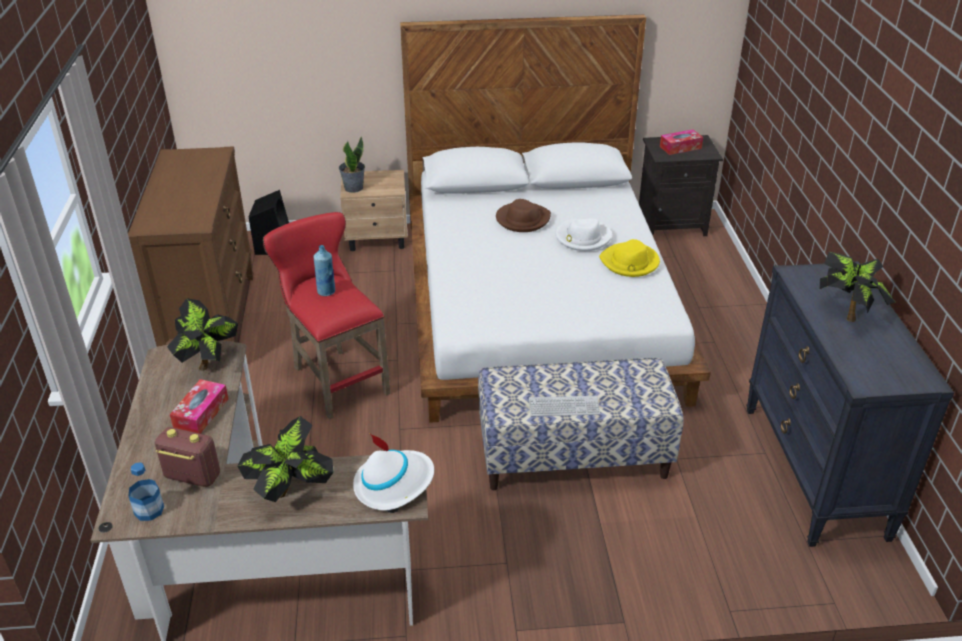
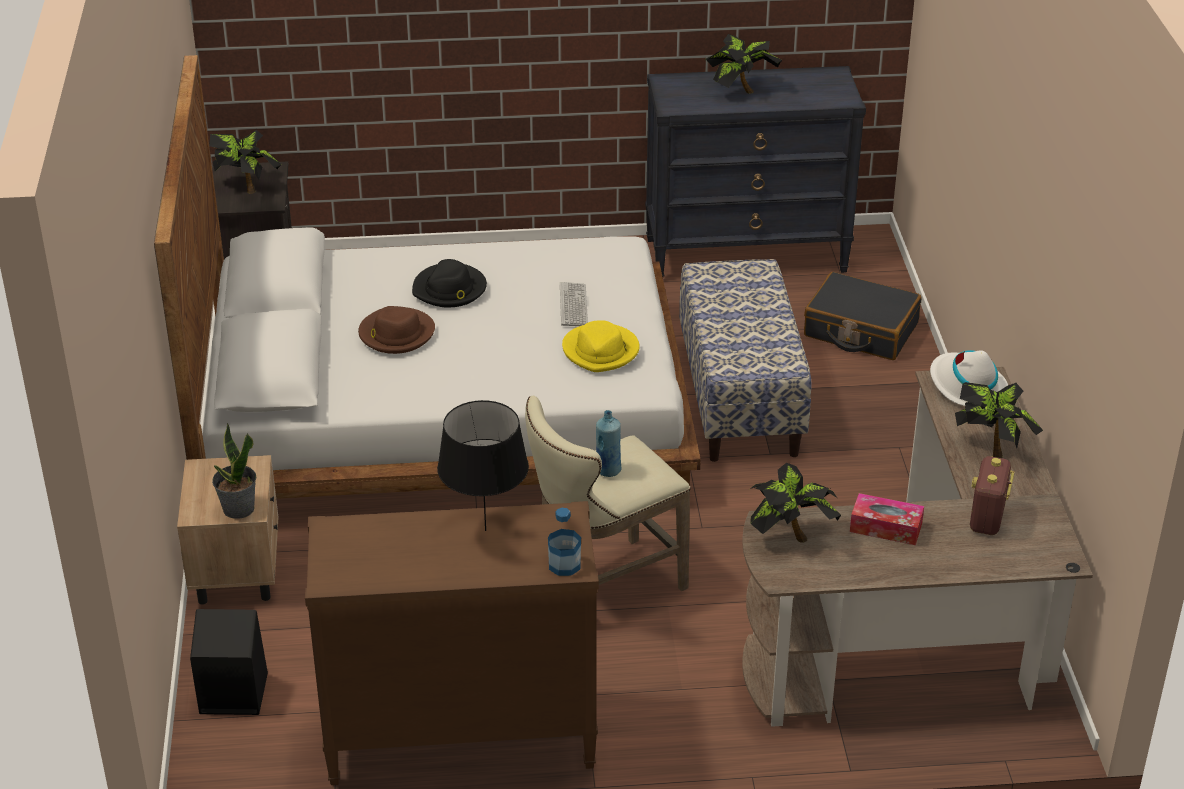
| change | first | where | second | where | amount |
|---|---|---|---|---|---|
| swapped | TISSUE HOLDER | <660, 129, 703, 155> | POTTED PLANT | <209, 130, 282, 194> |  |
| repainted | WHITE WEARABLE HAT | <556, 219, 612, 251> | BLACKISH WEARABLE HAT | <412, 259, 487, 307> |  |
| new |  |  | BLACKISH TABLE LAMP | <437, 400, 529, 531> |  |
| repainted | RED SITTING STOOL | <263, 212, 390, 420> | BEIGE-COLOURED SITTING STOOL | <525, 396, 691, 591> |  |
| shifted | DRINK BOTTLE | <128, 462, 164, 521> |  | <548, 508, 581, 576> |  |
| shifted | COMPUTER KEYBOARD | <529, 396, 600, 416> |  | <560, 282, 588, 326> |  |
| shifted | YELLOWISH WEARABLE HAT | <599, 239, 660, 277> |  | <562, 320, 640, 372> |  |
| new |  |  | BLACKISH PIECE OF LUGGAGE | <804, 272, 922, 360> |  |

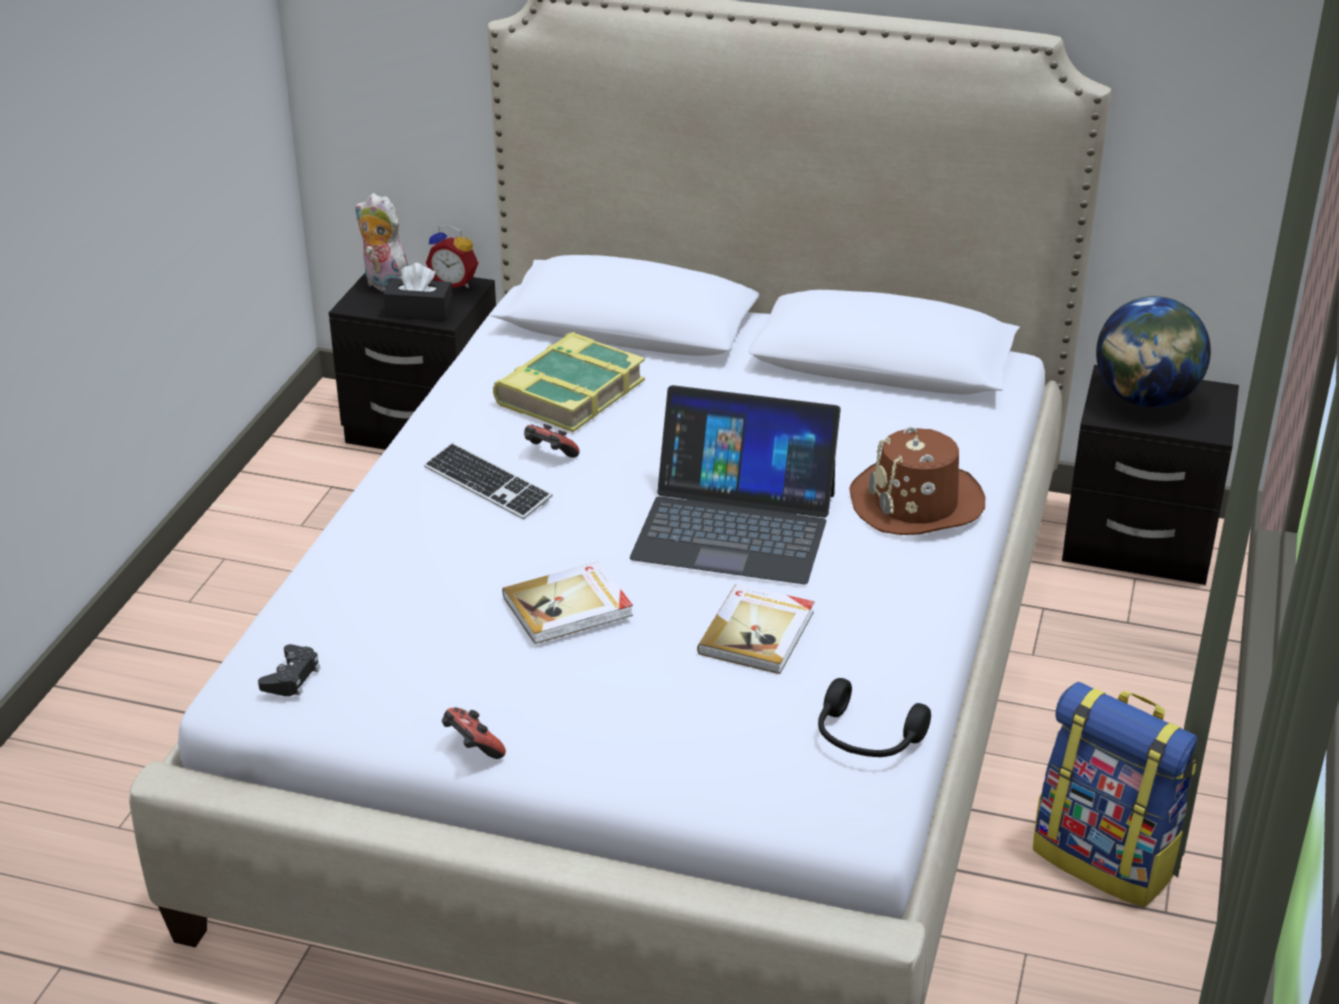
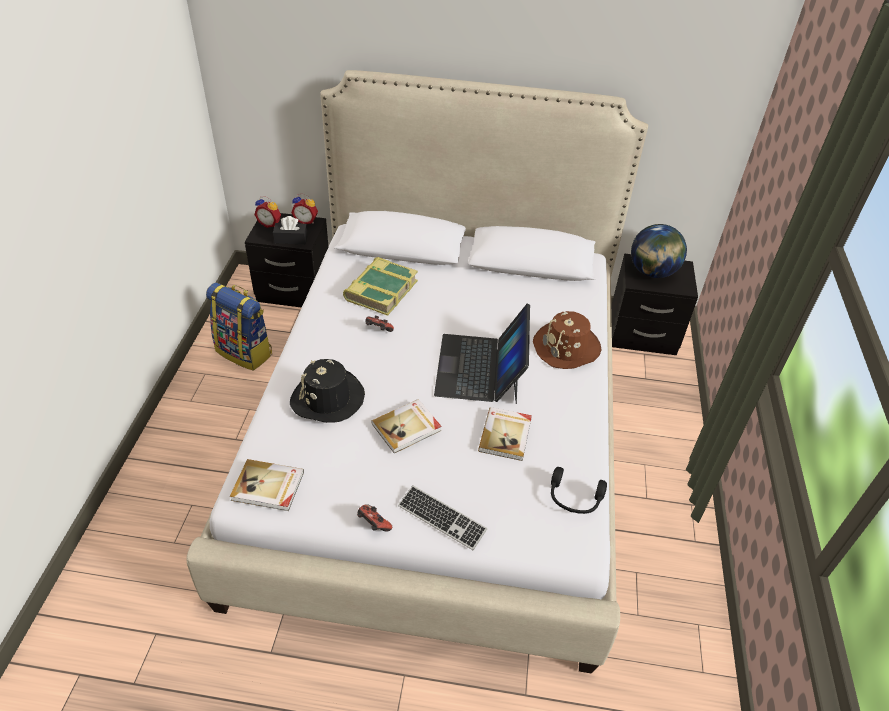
| change | first | where | second | where | amount |
|---|---|---|---|---|---|
| shifted | BACKPACK | <1033, 682, 1197, 908> |  | <206, 282, 272, 371> |  |
| swapped | BLACKISH GAME CONTROLLER | <258, 644, 320, 696> | BOUND BOOK | <230, 459, 304, 511> |  |
| swapped | PLUSH TOY | <355, 193, 408, 292> | TABLE CLOCK | <254, 196, 281, 228> |  |
| new |  |  | BLACKISH WEARABLE HAT | <290, 359, 365, 423> |  |
| shifted | COMPUTER KEYBOARD | <424, 443, 553, 520> |  | <398, 485, 487, 550> |  |
| rotated | LAPTOP | <630, 385, 841, 584> |  | <434, 304, 530, 404> | 90 degrees clockwise |

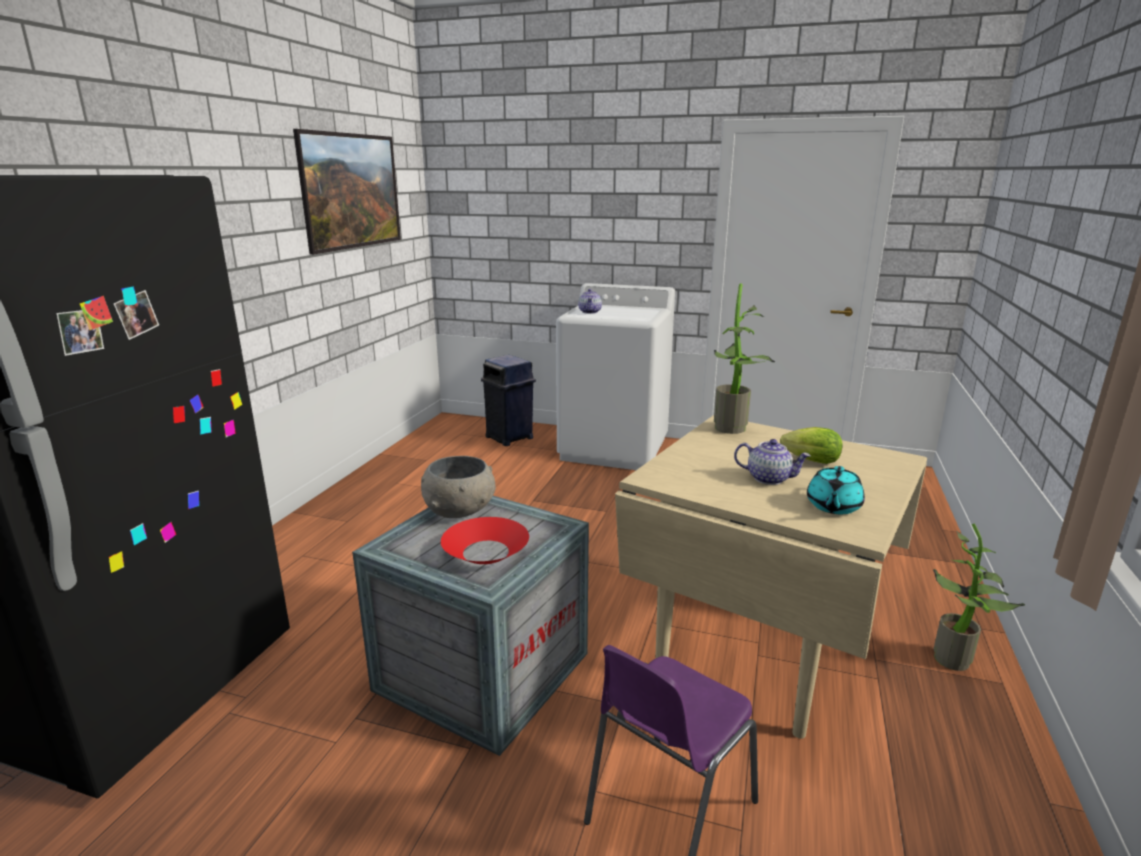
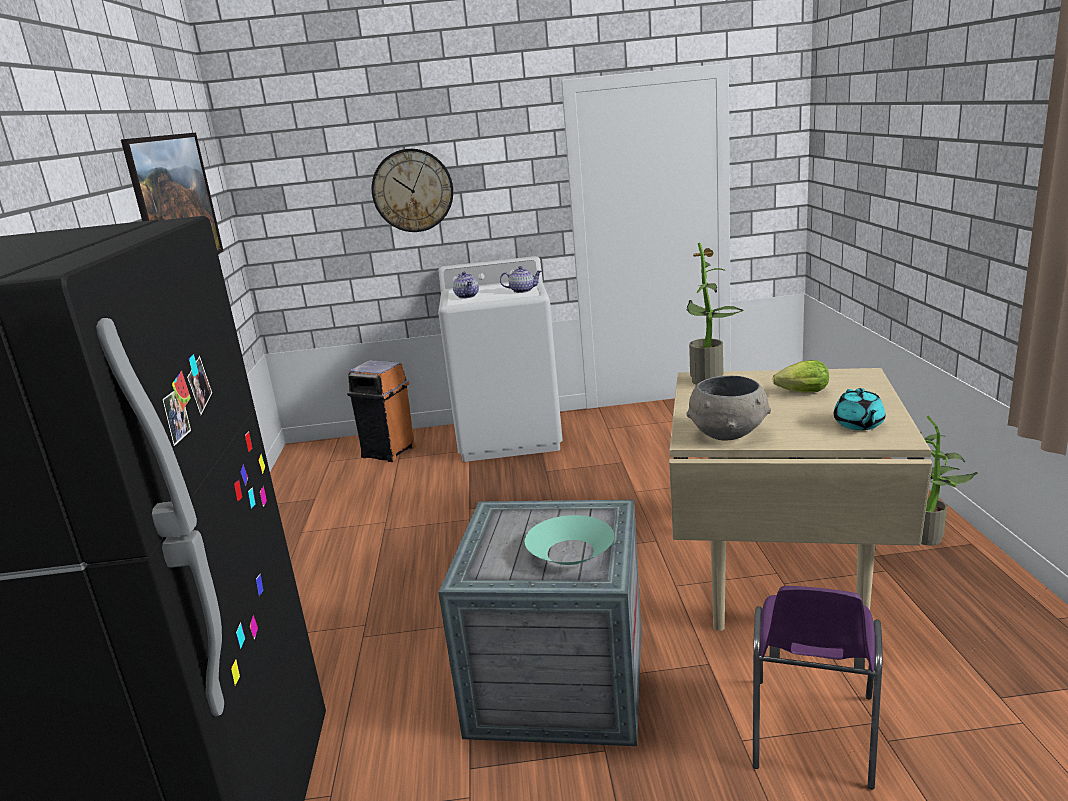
| change | first | where | second | where | amount |
|---|---|---|---|---|---|
| repainted | BLUE TRASH CAN | <481, 355, 536, 446> | ORANGE TRASH CAN | <347, 360, 415, 462> |  |
| new |  |  | HANGING CLOCK | <372, 149, 453, 232> |  |
| shifted | POT FOR TEA | <734, 439, 811, 485> |  | <500, 266, 542, 293> |  |
| repainted | RED DEEP DISH | <441, 517, 529, 564> | TURQUOISE DEEP DISH | <525, 515, 614, 565> |  |
| shifted | GREY DEEP DISH | <421, 456, 496, 518> |  | <686, 376, 771, 441> |  |

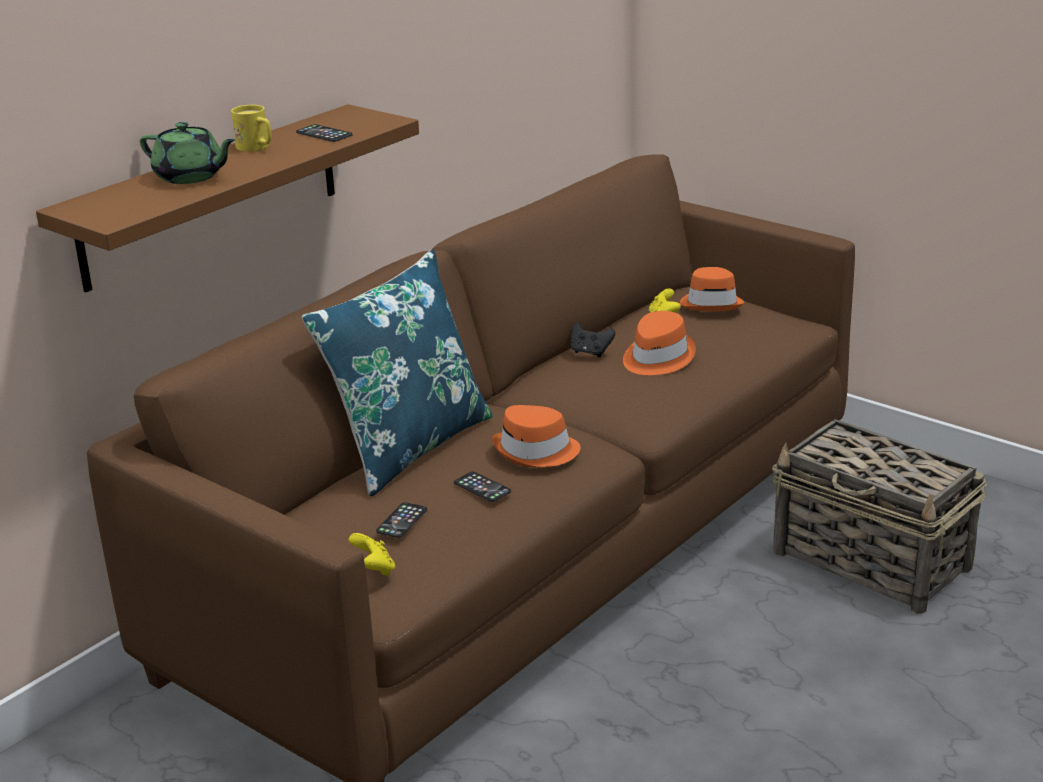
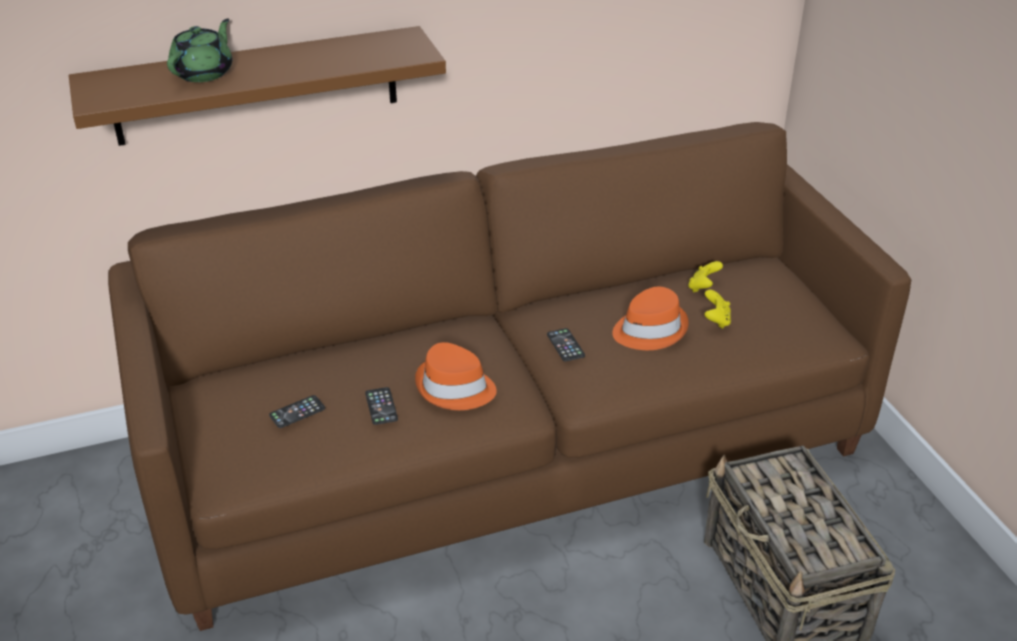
| change | first | where | second | where | amount |
|---|---|---|---|---|---|
| rotated | GREENISH POT FOR TEA | <140, 122, 235, 184> |  | <167, 19, 232, 82> | 120 degrees counterclockwise |
| shifted | TELEPHONE | <296, 124, 352, 142> |  | <547, 328, 585, 362> |  |
| shifted | YELLOWISH GAME CONTROLLER | <348, 533, 395, 576> |  | <704, 290, 731, 329> |  |
| gone | YELLOWISH TEA MUG | <231, 105, 271, 152> |  |  |  |
| gone | BLUE PILLOW | <302, 250, 493, 496> |  |  |  |
| gone | BLACKISH GAME CONTROLLER | <571, 323, 615, 357> |  |  |  |
| gone | ORANGE WEARABLE HAT | <679, 267, 744, 312> |  |  |  |

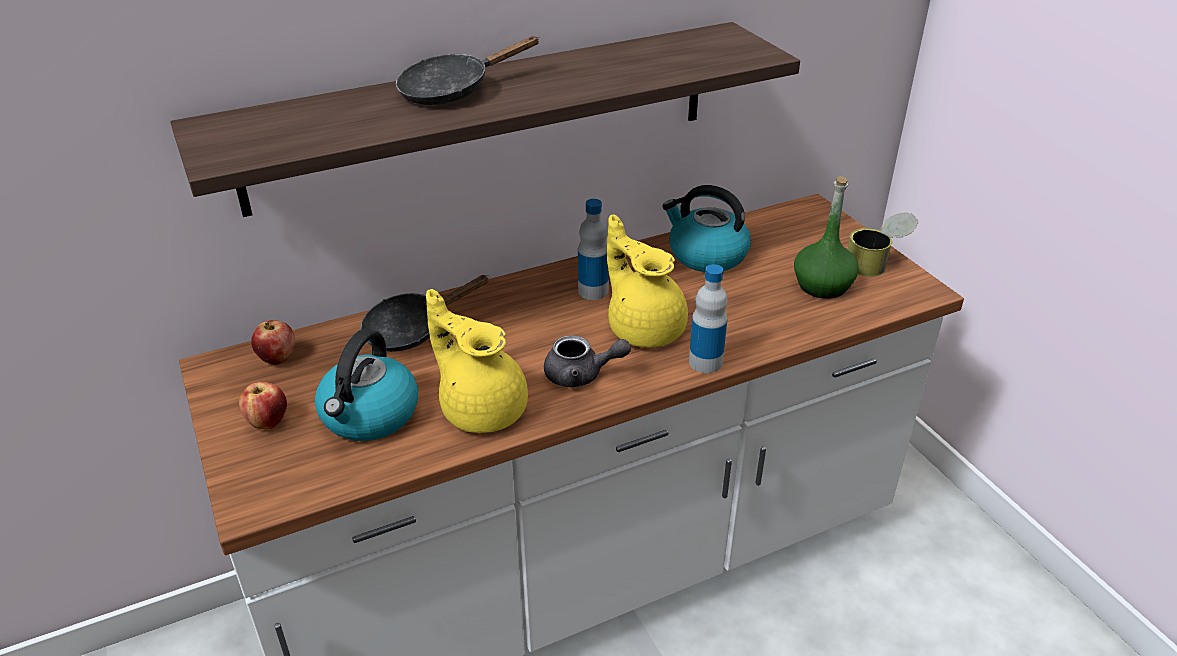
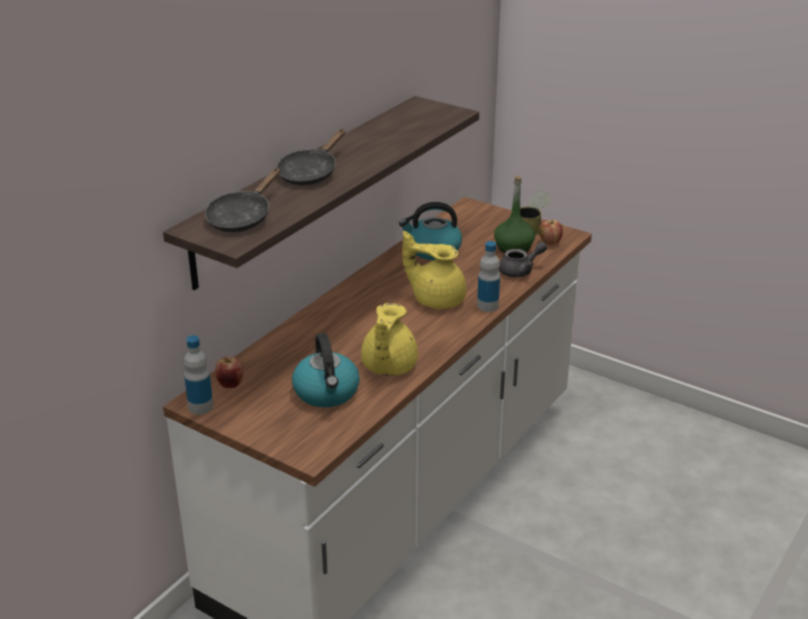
| change | first | where | second | where | amount |
|---|---|---|---|---|---|
| shifted | DRINK BOTTLE | <578, 199, 609, 300> |  | <184, 335, 213, 415> |  |
| shifted | BLACKISH SKILLET | <360, 275, 490, 352> |  | <205, 168, 280, 232> |  |
| rotated | YELLOWISH POT FOR TEA | <426, 289, 528, 433> |  | <361, 303, 418, 376> | 90 degrees counterclockwise |
| shifted | GREY POT FOR TEA | <544, 335, 631, 387> |  | <499, 242, 547, 277> |  |
| shifted | APPLE | <239, 382, 287, 429> |  | <539, 220, 563, 245> |  |

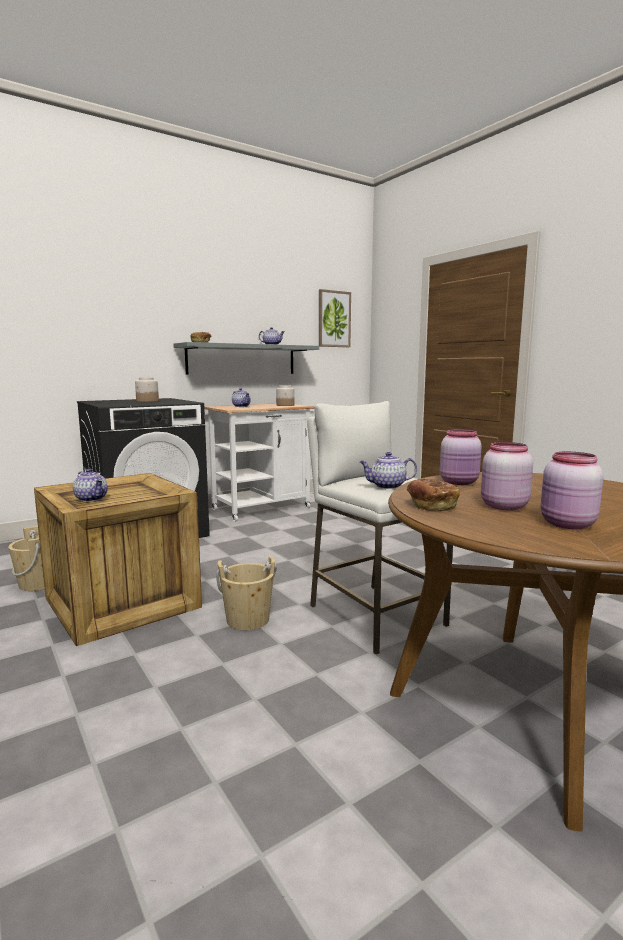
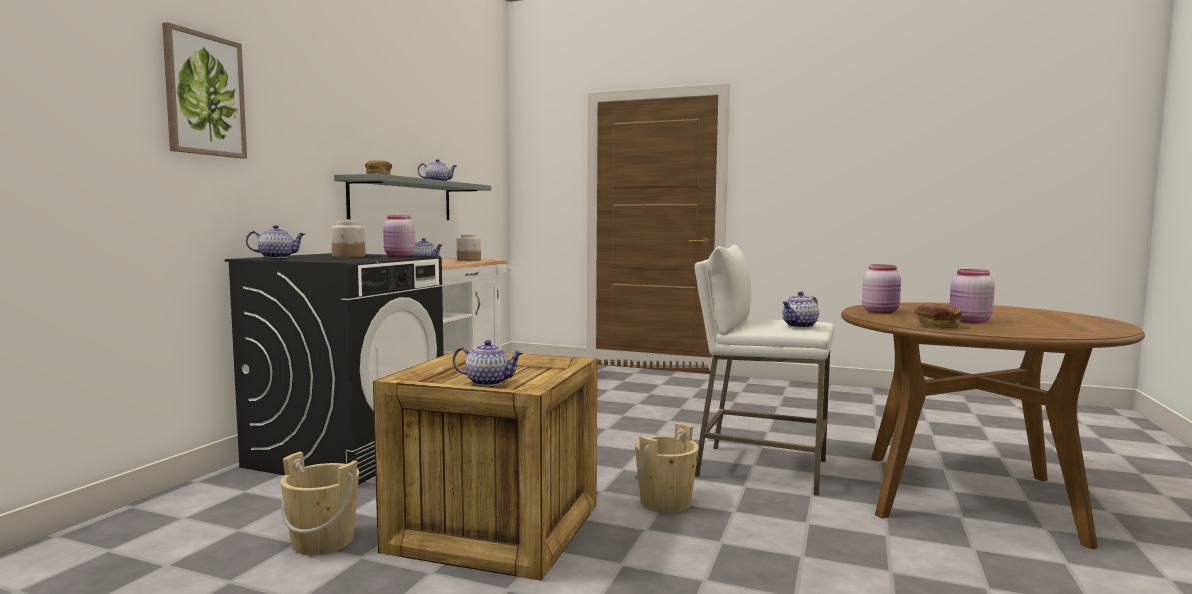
| change | first | where | second | where | amount |
|---|---|---|---|---|---|
| shifted | WALL PICTURE | <319, 289, 351, 347> |  | <162, 22, 247, 159> |  |
| new |  |  | POT FOR TEA | <246, 225, 305, 258> |  |
| shifted | PINK JAR | <541, 452, 604, 529> |  | <383, 215, 415, 257> |  |

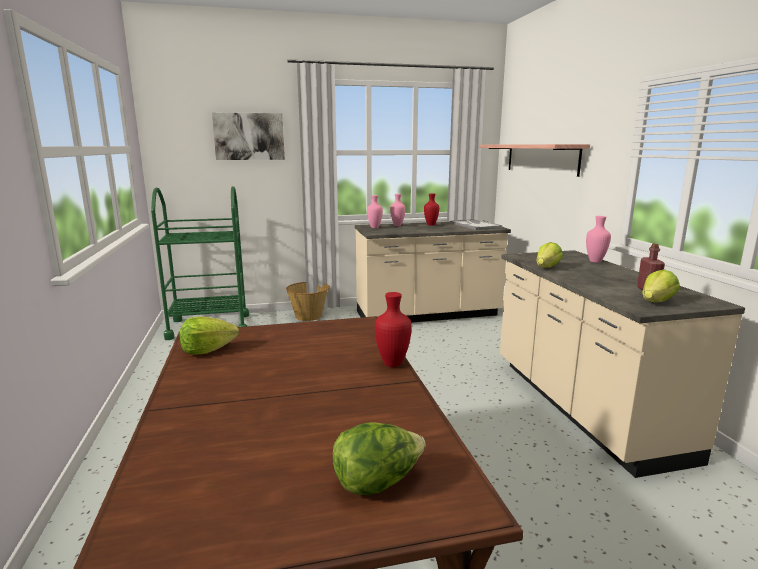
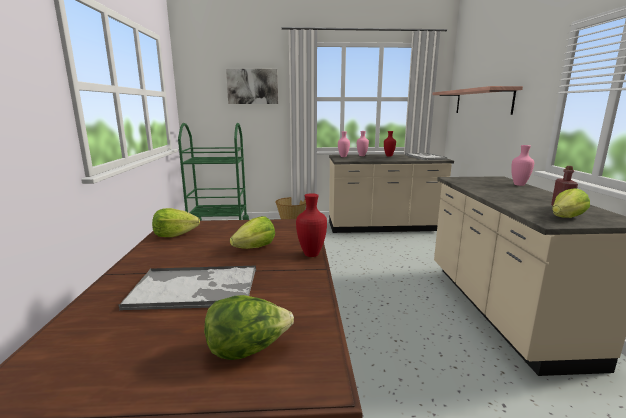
| change | first | where | second | where | amount |
|---|---|---|---|---|---|
| new |  |  | CARRYING TRAY | <118, 266, 256, 311> |  |
| shifted | LETTUCE | <536, 242, 563, 268> |  | <230, 216, 275, 249> |  |

